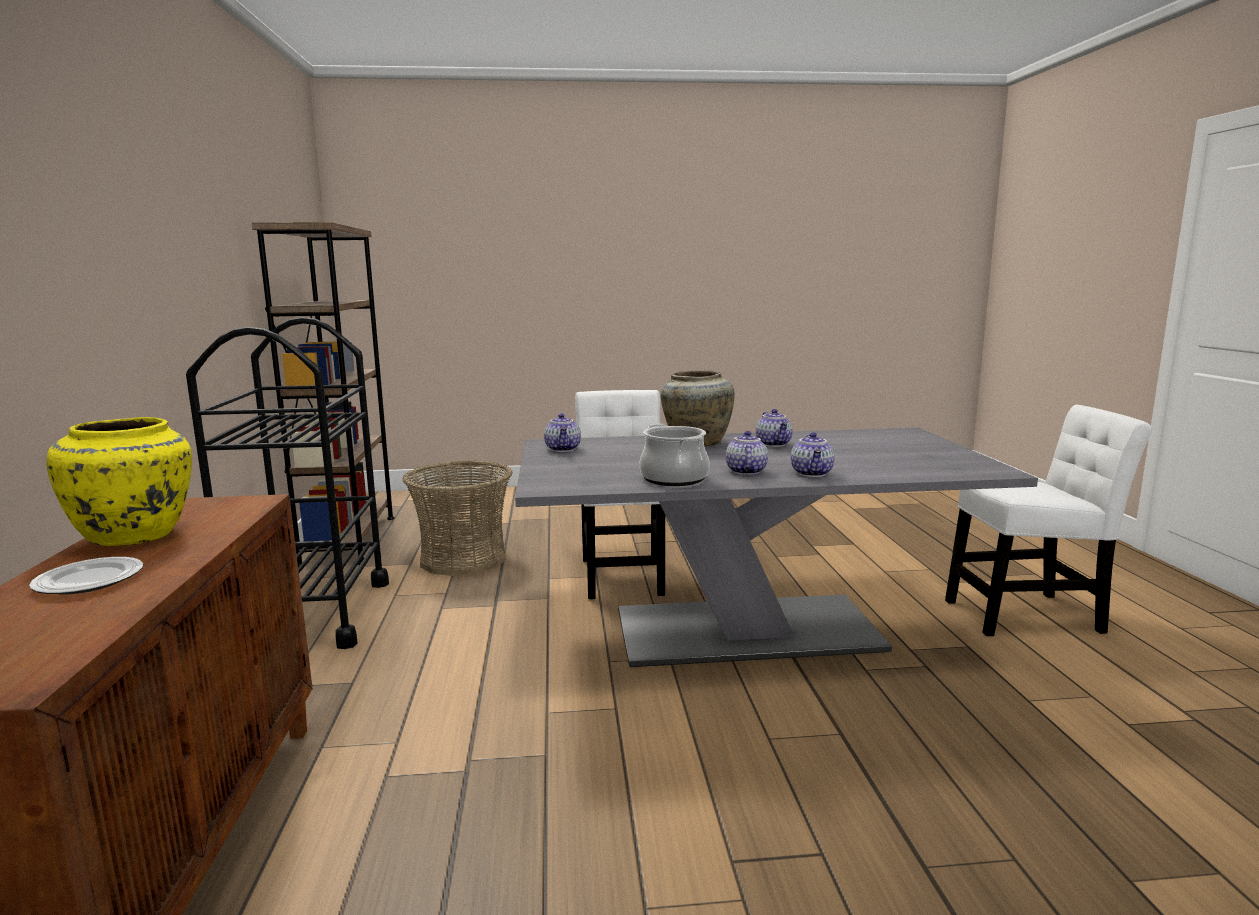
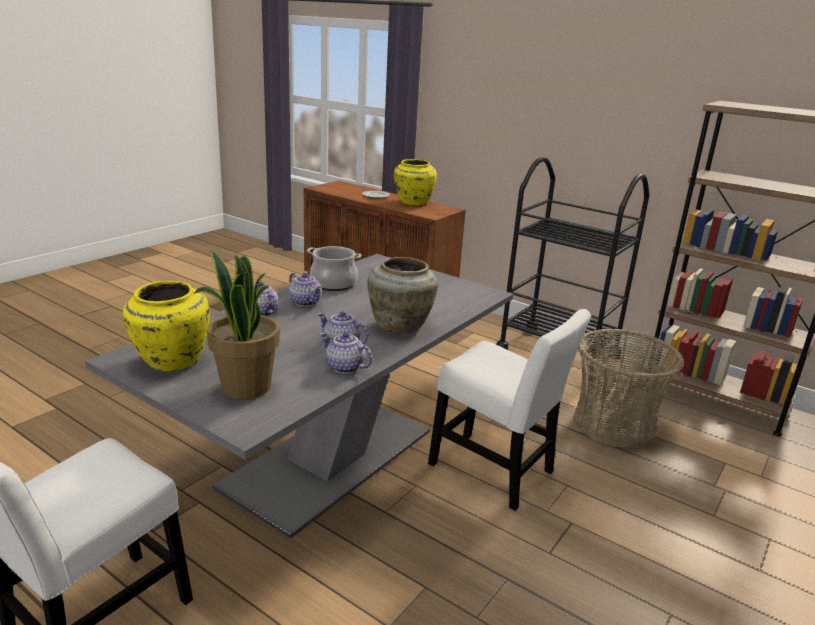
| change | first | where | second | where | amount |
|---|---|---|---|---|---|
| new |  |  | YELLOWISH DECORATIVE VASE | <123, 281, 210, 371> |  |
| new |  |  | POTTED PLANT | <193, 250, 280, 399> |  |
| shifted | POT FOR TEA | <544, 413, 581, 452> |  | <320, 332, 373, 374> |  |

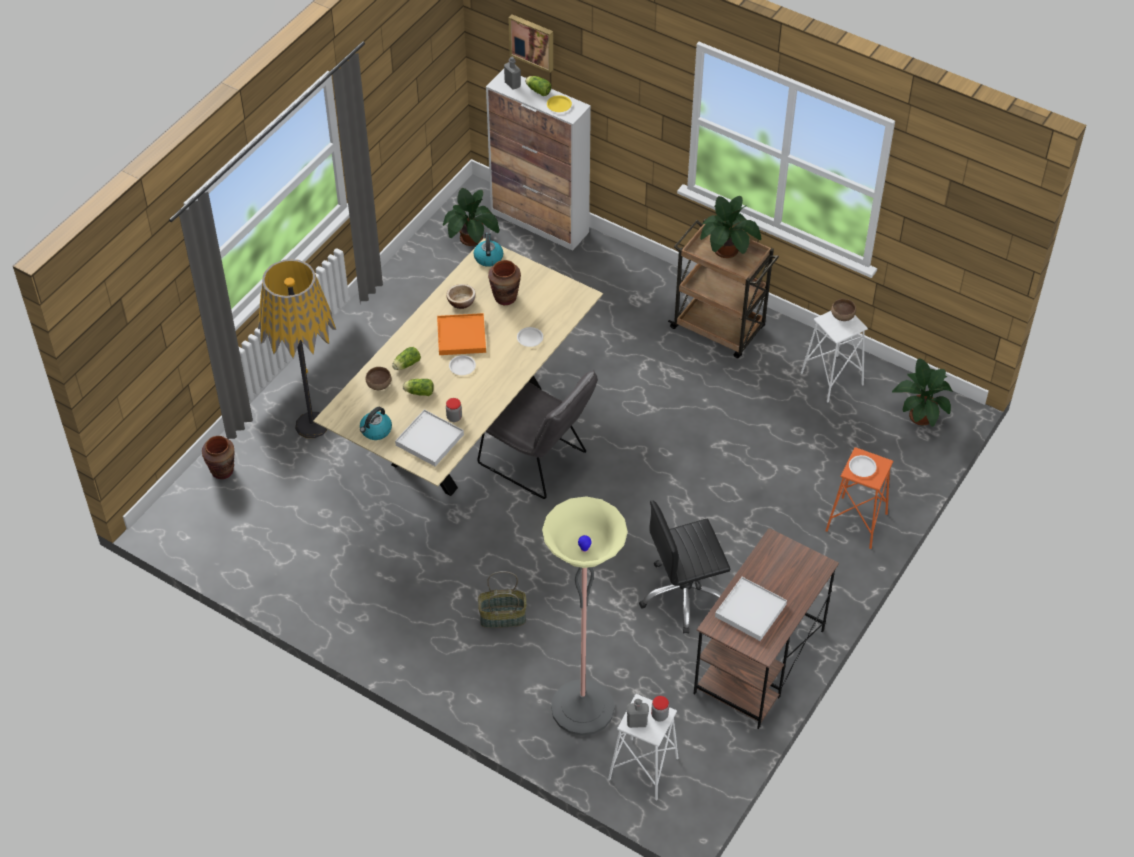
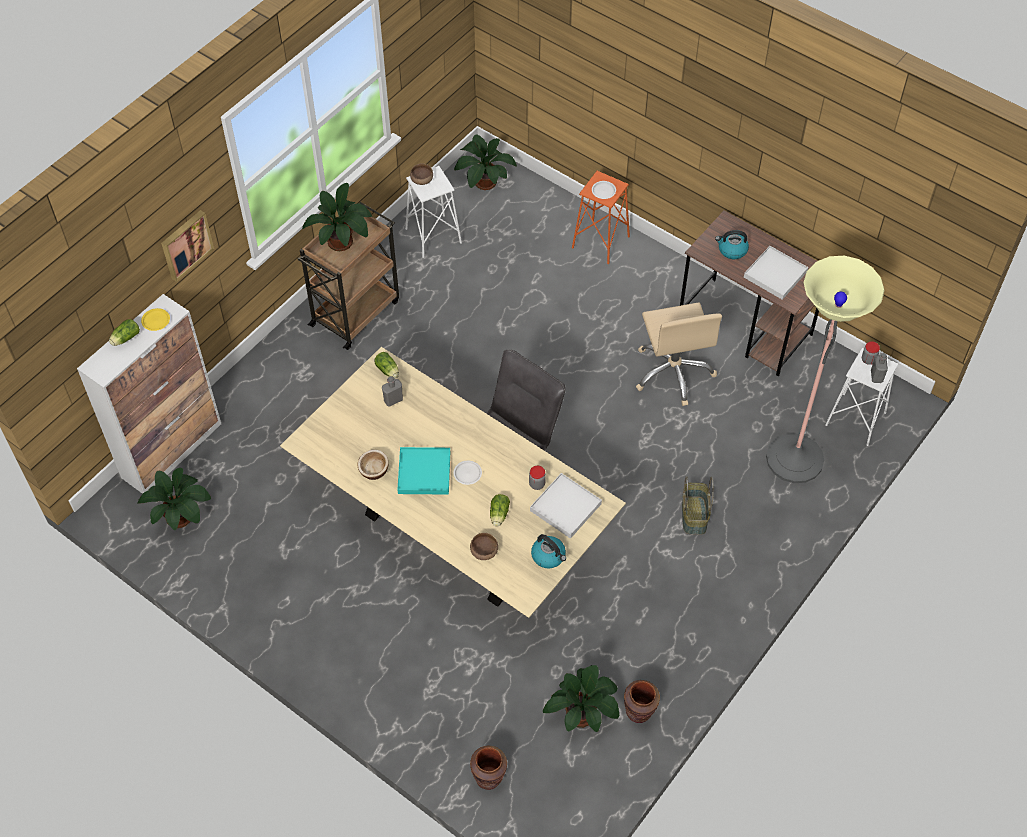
| change | first | where | second | where | amount |
|---|---|---|---|---|---|
| shifted | WALL PICTURE | <508, 14, 553, 73> |  | <161, 210, 214, 282> |  |
| shifted | LETTUCE | <392, 347, 421, 370> |  | <374, 352, 399, 379> |  |
| shifted | GREY DRINK BOTTLE | <504, 57, 521, 90> |  | <382, 376, 403, 407> |  |
| repainted | ORANGE CARRYING TRAY | <437, 313, 486, 355> | TURQUOISE CARRYING TRAY | <397, 447, 450, 495> |  |
| new |  |  | POTTED PLANT | <543, 665, 619, 732> |  |
| shifted | BROWN DECORATIVE VASE | <488, 260, 521, 305> |  | <624, 680, 660, 723> |  |
| repainted | BLACKISH COMPUTER CHAIR | <639, 500, 730, 633> | BEIGE-COLOURED COMPUTER CHAIR | <636, 302, 722, 406> |  |
| shifted | WATER KETTLE | <474, 233, 503, 267> |  | <715, 230, 749, 259> |  |
| gone | STANDING LAMP | <258, 259, 336, 438> |  |  |  |
| gone | WHITE PLATE | <517, 327, 543, 347> |  |  |  |

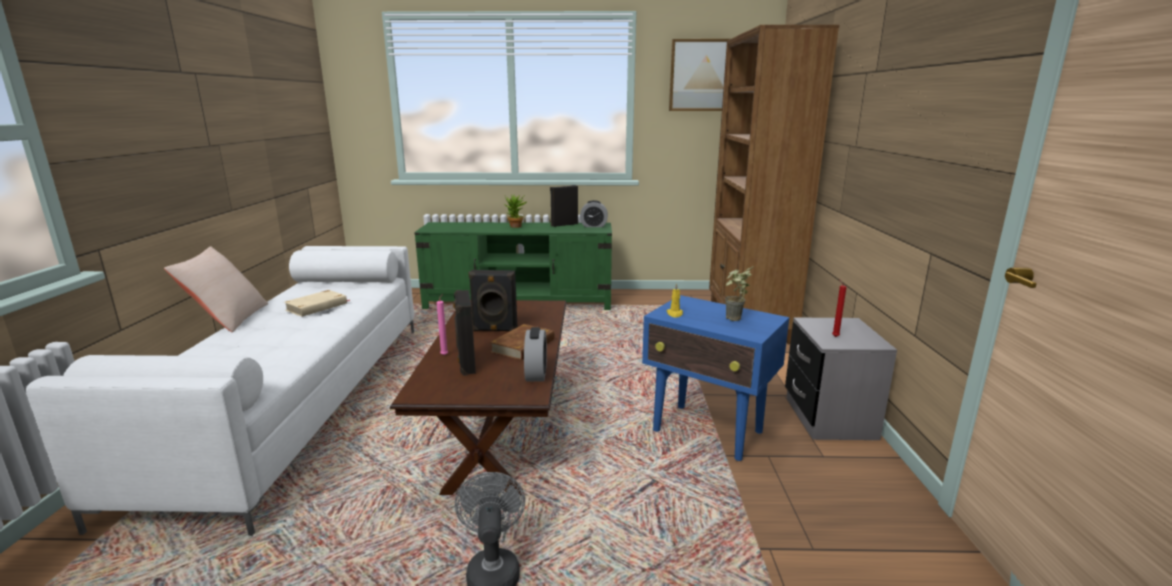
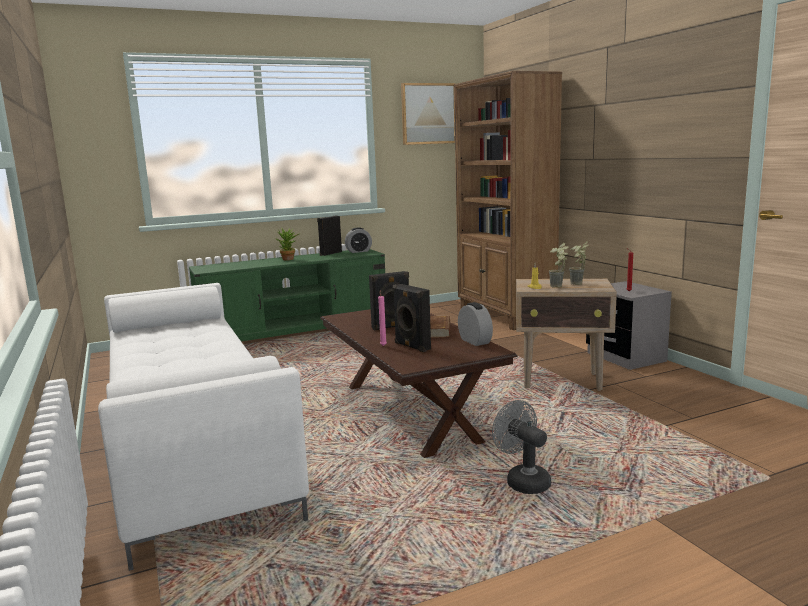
| change | first | where | second | where | amount |
|---|---|---|---|---|---|
| repainted | BLUE SIDE TABLE | <642, 295, 789, 461> | BEIGE-COLOURED SIDE TABLE | <516, 279, 617, 391> |  |
| new |  |  | POTTED PLANT | <549, 243, 569, 288> |  |
| gone | BEIGE-COLOURED PILLOW | <164, 246, 269, 332> |  |  |  |
| gone | BEIGE-COLOURED BOUND BOOK | <284, 290, 350, 317> |  |  |  |

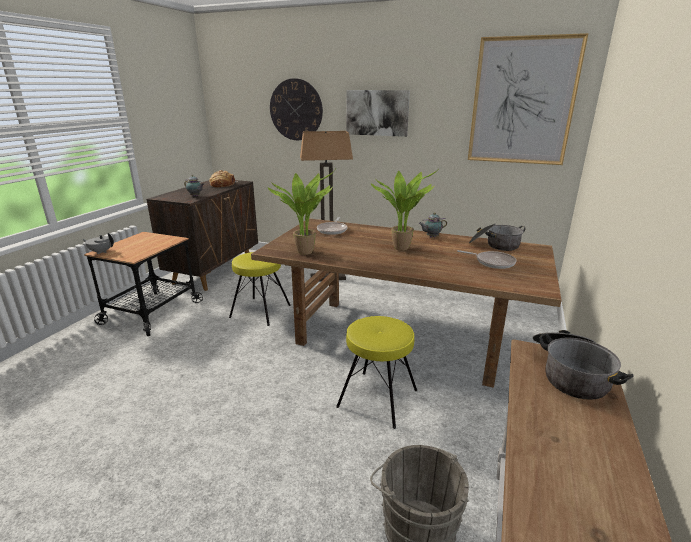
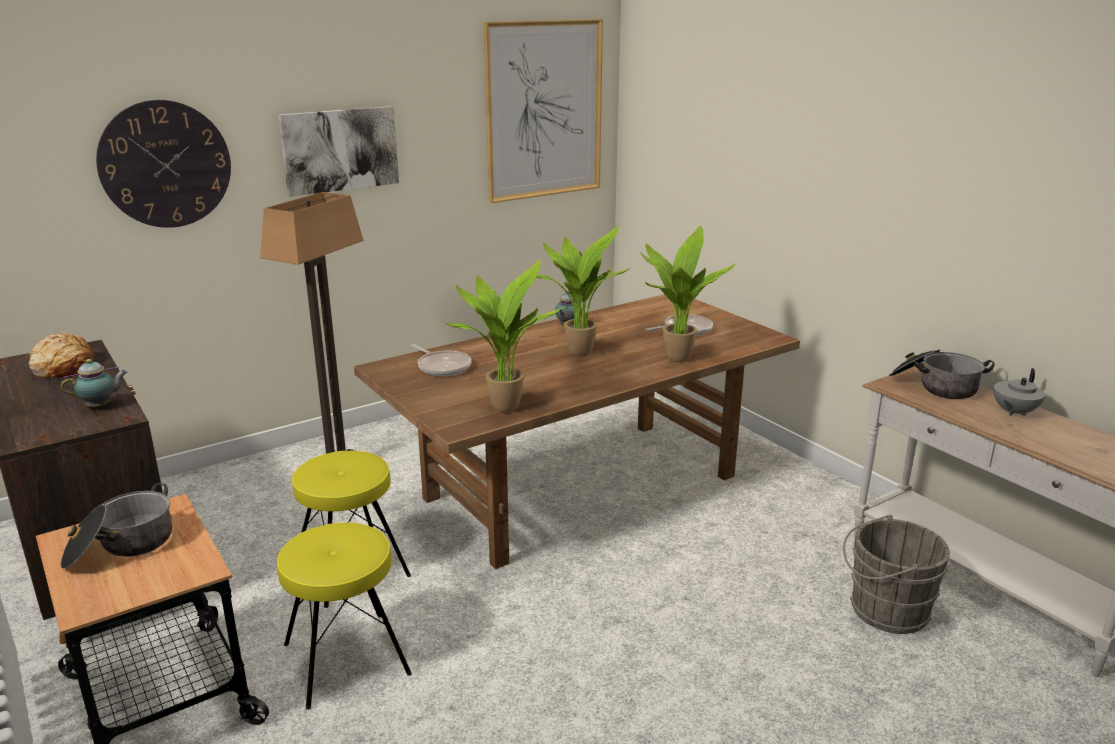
| change | first | where | second | where | amount |
|---|---|---|---|---|---|
| shifted | COOKING POT | <469, 223, 526, 251> |  | <60, 483, 172, 569> |  |
| shifted | YELLOWISH SITTING STOOL | <336, 316, 417, 429> |  | <277, 522, 412, 710> |  |
| new |  |  | POTTED PLANT | <640, 226, 736, 362> |  |
| shifted | GREY POT FOR TEA | <82, 233, 114, 254> |  | <994, 368, 1045, 416> |  |

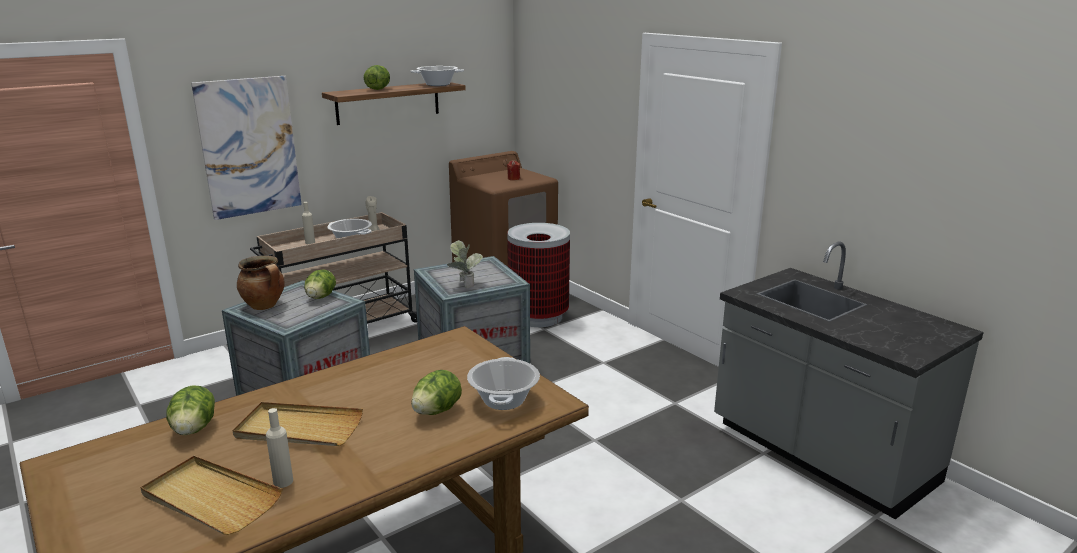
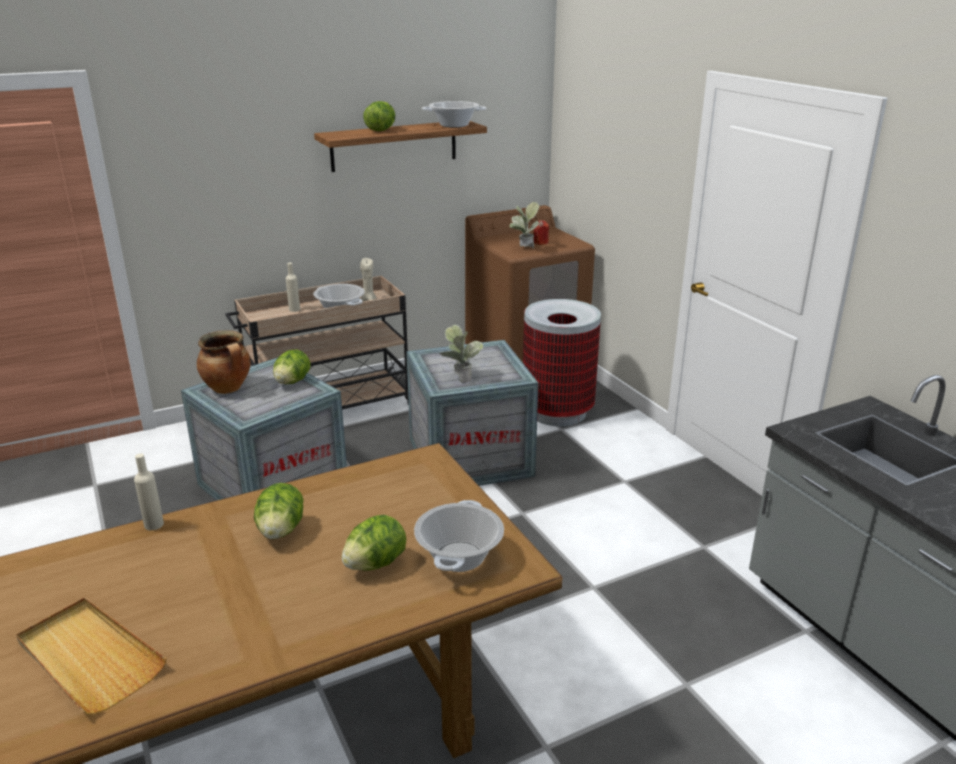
| change | first | where | second | where | amount |
|---|---|---|---|---|---|
| shifted | BEIGE-COLOURED DRINK BOTTLE | <266, 408, 293, 488> |  | <134, 454, 164, 530> |  |
| shifted | LETTUCE | <166, 385, 215, 435> |  | <254, 483, 304, 540> |  |
| new |  |  | POTTED PLANT | <510, 202, 539, 248> |  |
| gone | WALL PICTURE | <191, 76, 302, 220> |  |  |  |
| gone | BEIGE-COLOURED CARRYING TRAY | <232, 402, 363, 446> |  |  |  |

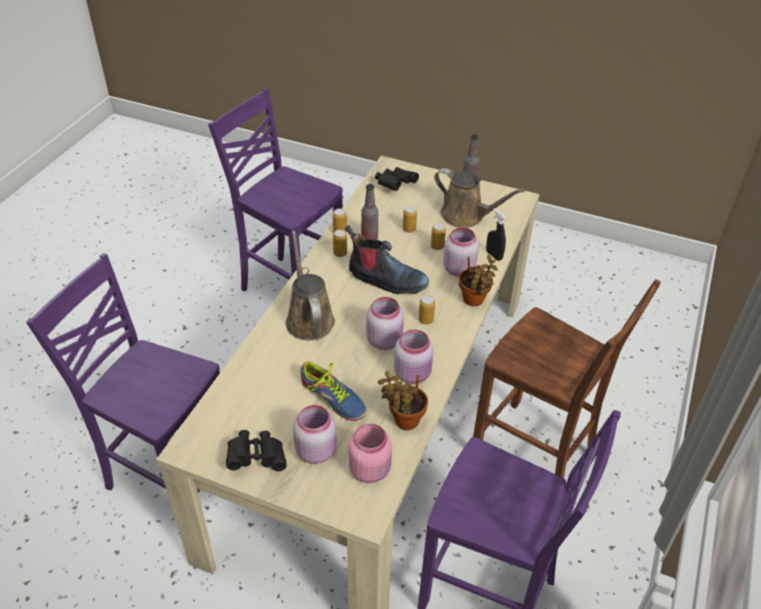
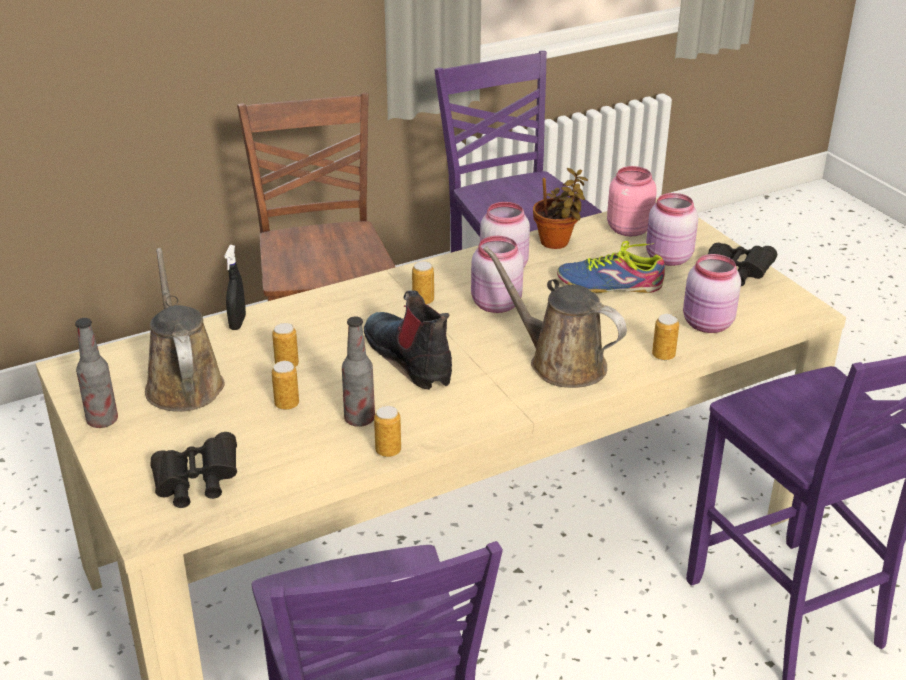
| change | first | where | second | where | amount |
|---|---|---|---|---|---|
| rotated | BROWN WATERING CAN | <286, 230, 335, 341> |  | <483, 246, 627, 388> | 105 degrees clockwise |
| rotated | ITEM OF FOOTWEAR | <300, 361, 367, 421> |  | <557, 241, 665, 293> | 75 degrees counterclockwise |
| shifted | CAN | <333, 230, 347, 257> |  | <652, 314, 679, 361> |  |
| shifted | PINK JAR | <443, 227, 479, 277> |  | <683, 254, 741, 333> |  |
| gone | POTTED PLANT | <459, 255, 498, 306> |  |  |  |

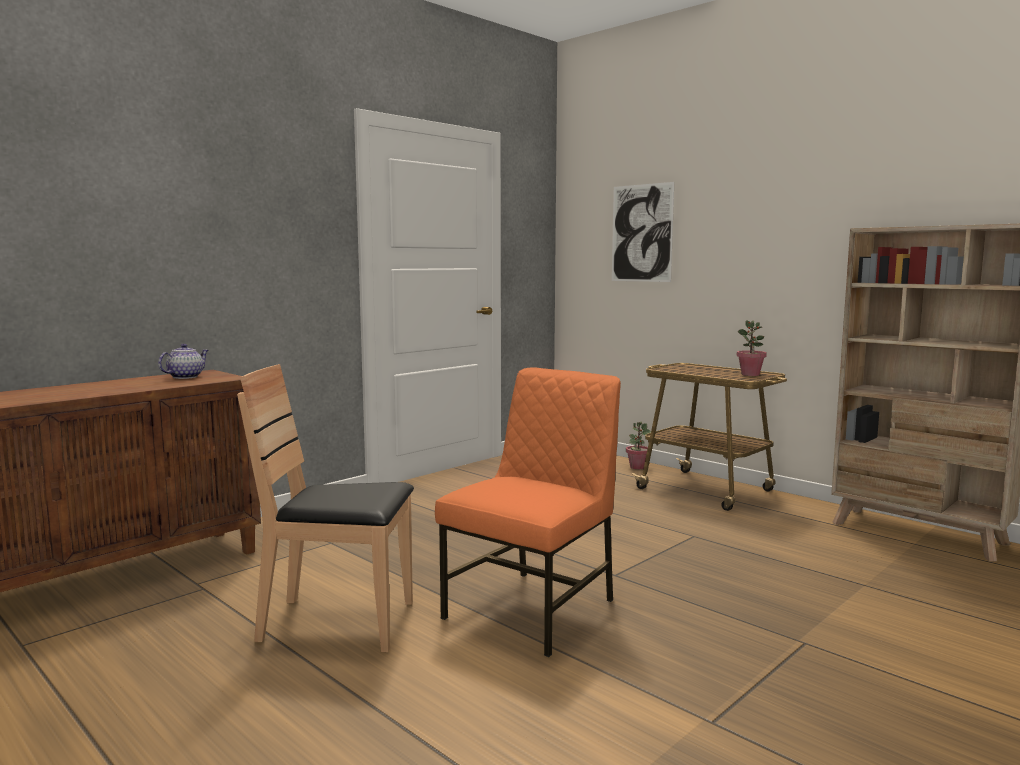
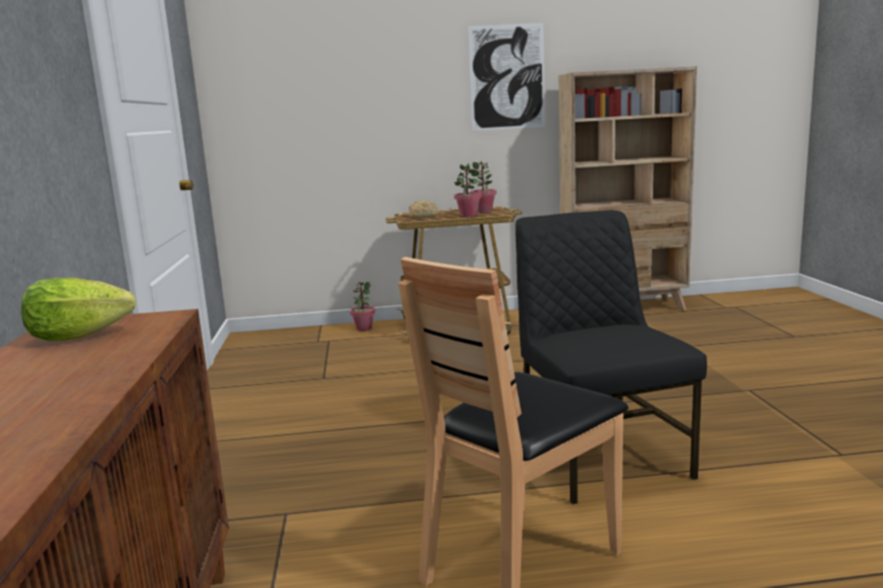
| change | first | where | second | where | amount |
|---|---|---|---|---|---|
| swapped | POT FOR TEA | <158, 344, 208, 379> | LETTUCE | <21, 277, 136, 341> |  |
| new |  |  | BAKERY BREAD | <409, 200, 438, 218> |  |
| new |  |  | POTTED PLANT | <454, 163, 482, 217> |  |
| shifted | WALL PICTURE | <612, 182, 674, 282> |  | <468, 23, 545, 131> |  |
| repainted | ORANGE CHAIR | <435, 368, 621, 657> | BLACKISH CHAIR | <515, 210, 707, 504> |  |

